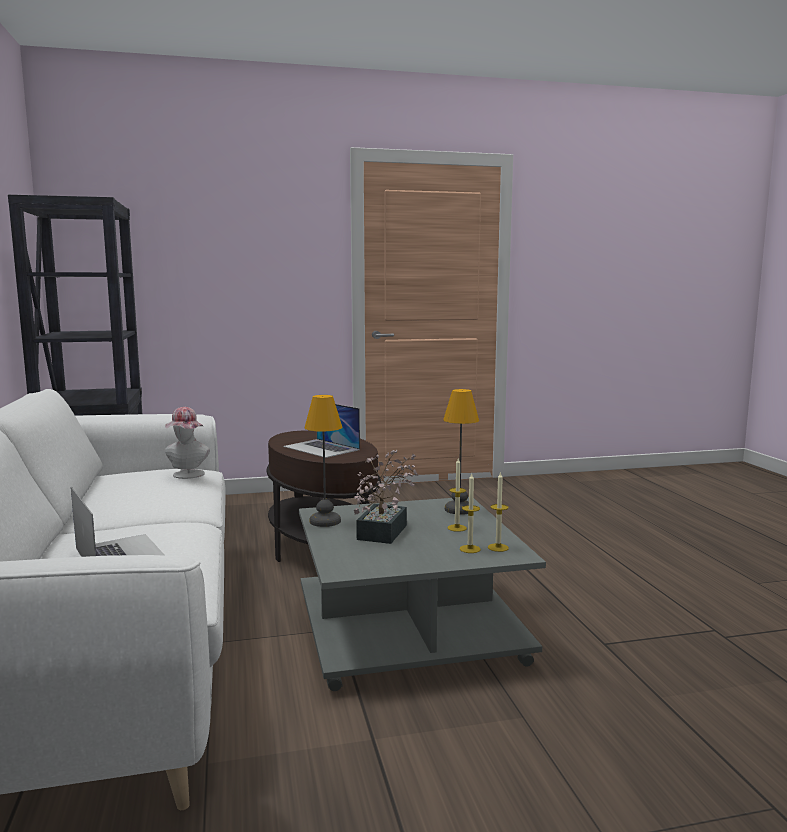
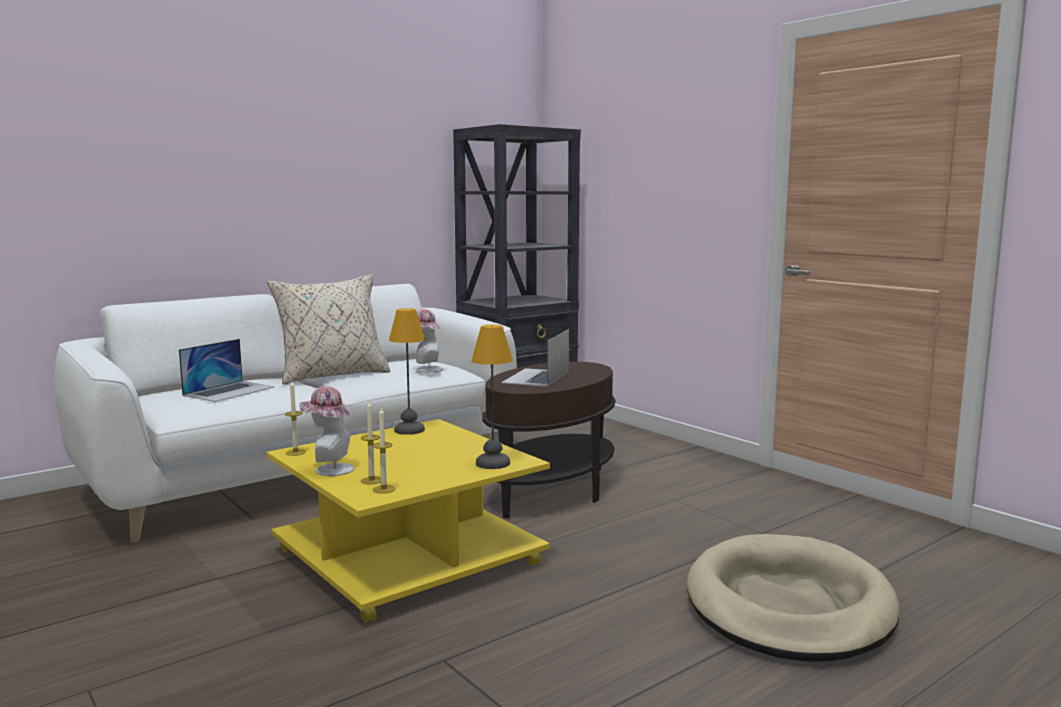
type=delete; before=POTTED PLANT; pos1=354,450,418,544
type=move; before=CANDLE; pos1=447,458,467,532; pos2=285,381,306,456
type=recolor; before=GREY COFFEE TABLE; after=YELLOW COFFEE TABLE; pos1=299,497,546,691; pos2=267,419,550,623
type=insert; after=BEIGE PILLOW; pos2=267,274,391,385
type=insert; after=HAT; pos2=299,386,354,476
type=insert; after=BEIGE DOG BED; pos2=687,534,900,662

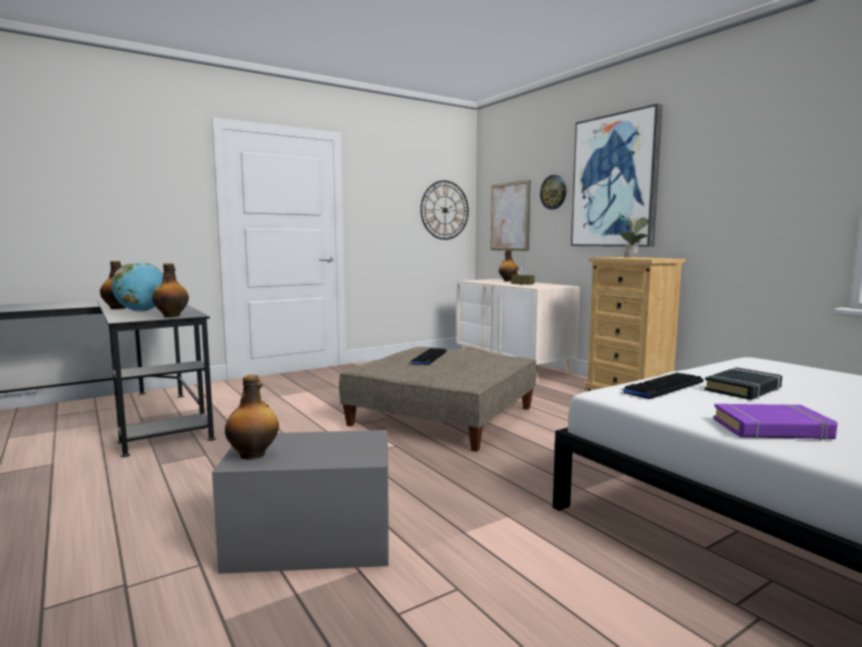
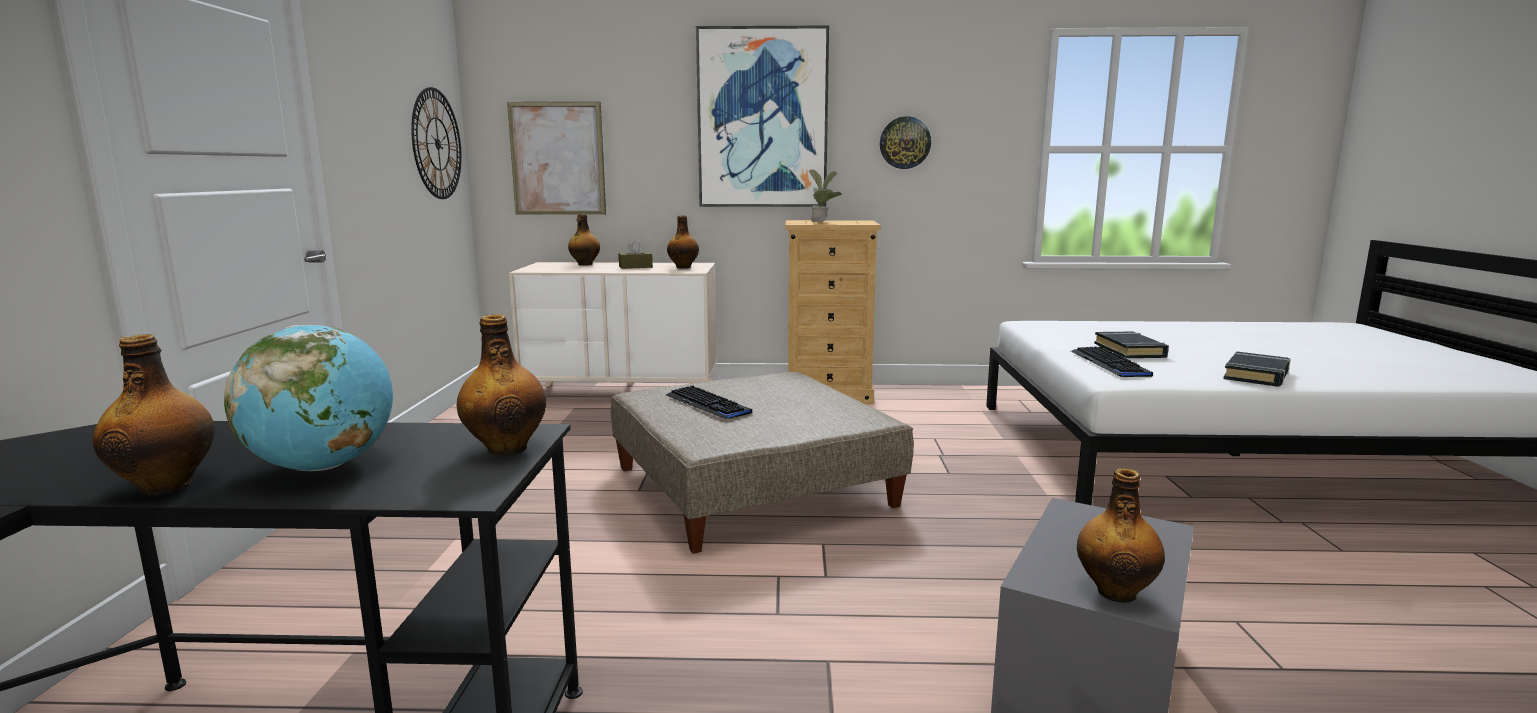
type=move; before=WALL CLOCK; pos1=540,175,567,210; pos2=880,116,931,169
type=recolor; before=PURPLE BOOK; after=BLACK BOOK; pos1=713,404,838,440; pos2=1223,352,1291,387
type=insert; after=BOTTLE; pos2=667,216,699,269

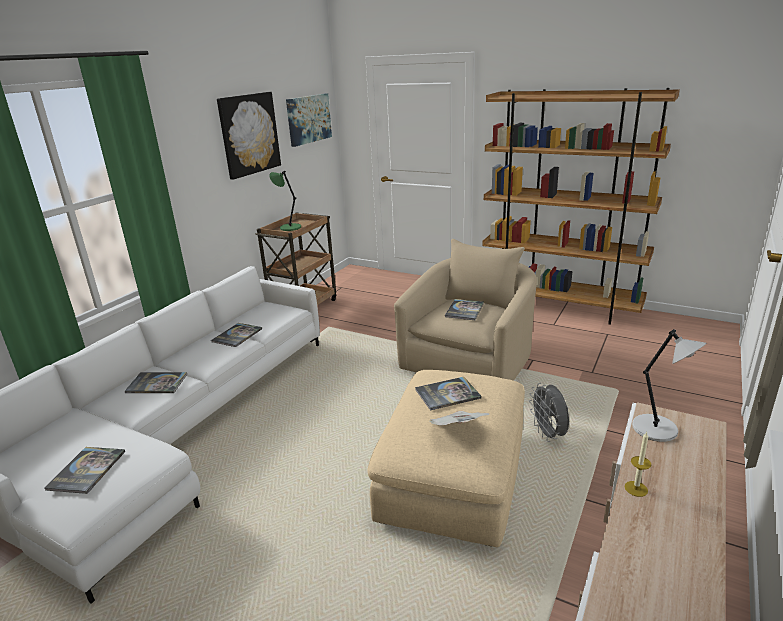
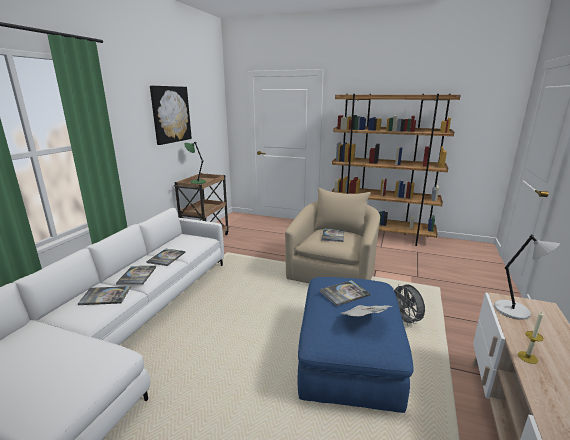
type=delete; before=PICTURE; pos1=286,93,332,147
type=recolor; before=BEIGE OTTOMAN; after=BLUE OTTOMAN; pos1=367,370,525,547; pos2=298,277,414,413
type=move; before=BOOK; pos1=44,447,125,494; pos2=116,266,156,285

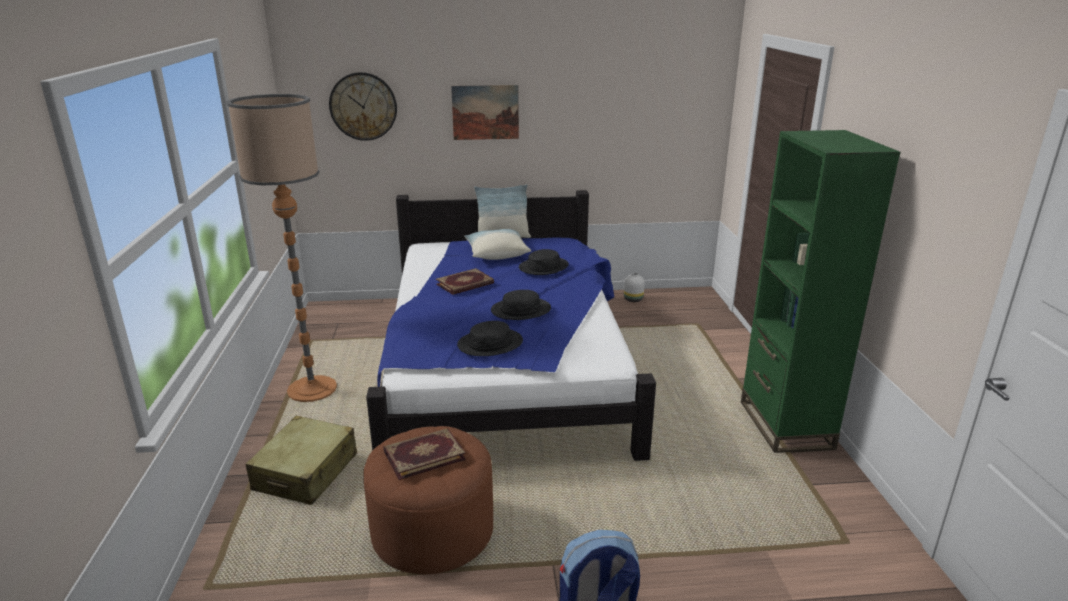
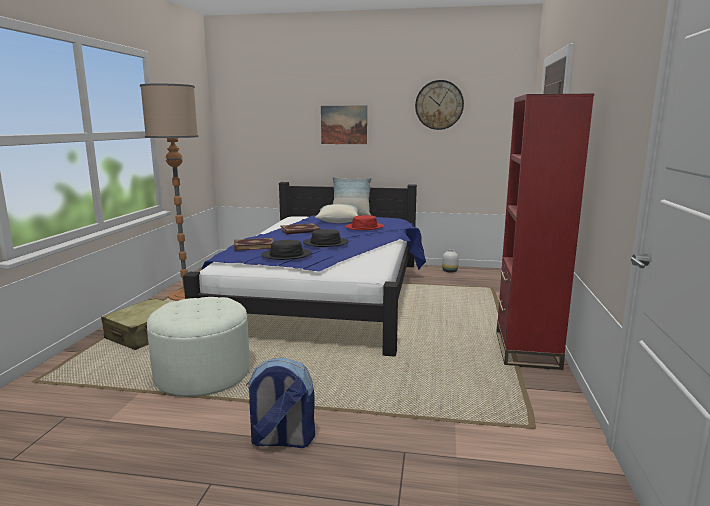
type=move; before=WALL CLOCK; pos1=329,72,397,141; pos2=415,80,464,130
type=recolor; before=GREEN BOOKCASE; after=RED BOOKCASE; pos1=741,130,901,453; pos2=496,94,594,370
type=recolor; before=BLACK HAT; after=RED HAT; pos1=519,249,569,275; pos2=345,215,384,230
type=recolor; before=BROWN OTTOMAN; after=WHITE OTTOMAN; pos1=363,426,493,575; pos2=147,297,250,397
type=move; before=BOOK; pos1=384,428,466,480; pos2=234,238,274,251

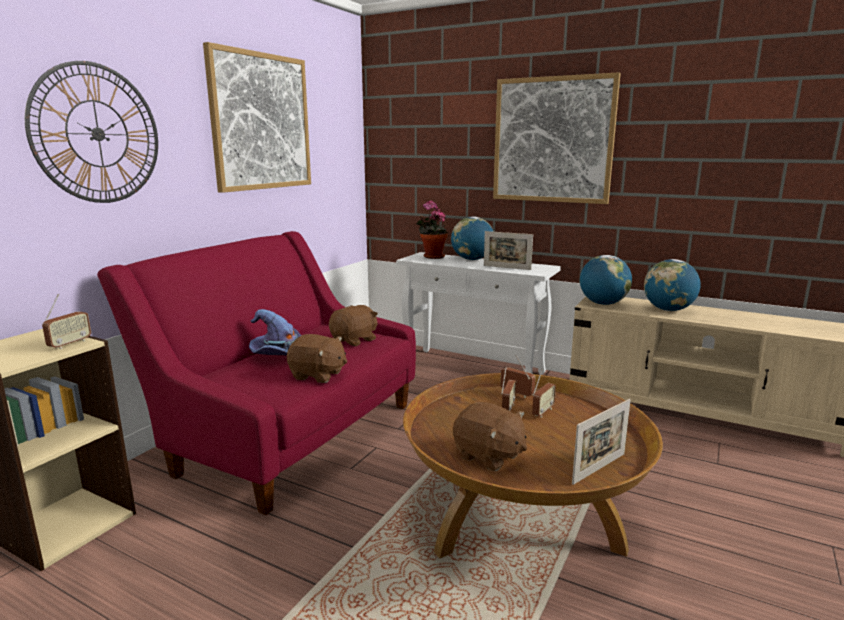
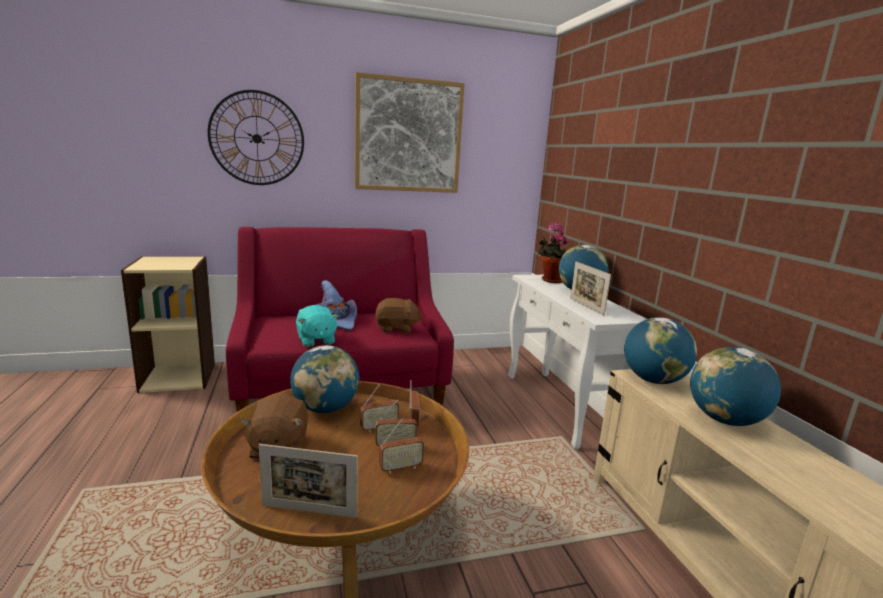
type=delete; before=PICTURE; pos1=493,72,621,204
type=move; before=RADIO; pos1=42,294,91,349; pos2=379,419,424,474
type=recolor; before=BROWN PLUSH TOY; after=TURQUOISE PLUSH TOY; pos1=287,334,347,383; pos2=296,305,339,347
type=insert; after=GLOBE; pos2=290,345,359,413

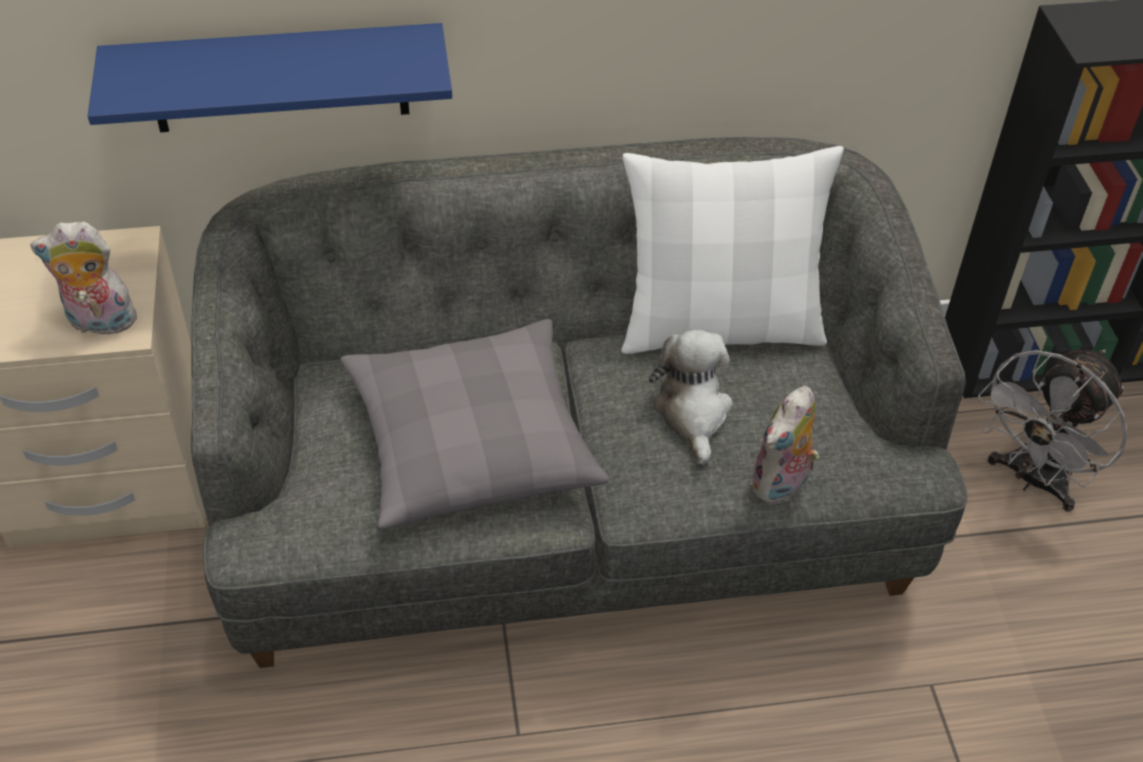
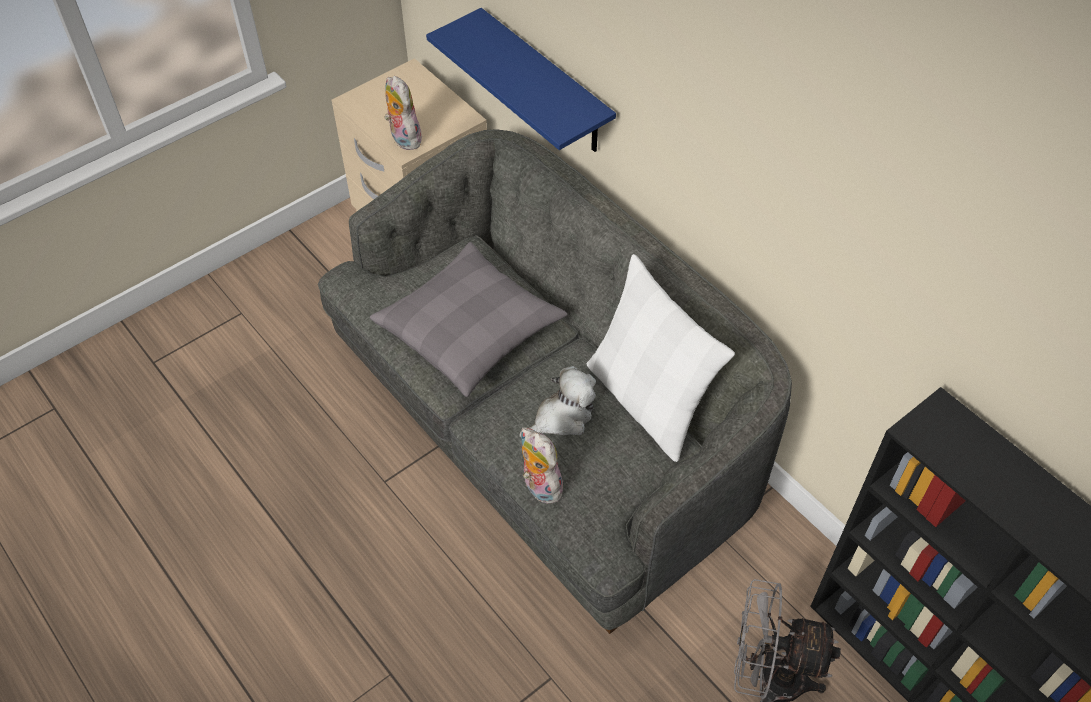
type=rotate; before=PLUSH TOY; pos1=750,386,819,505; pos2=521,427,563,504; turn=45

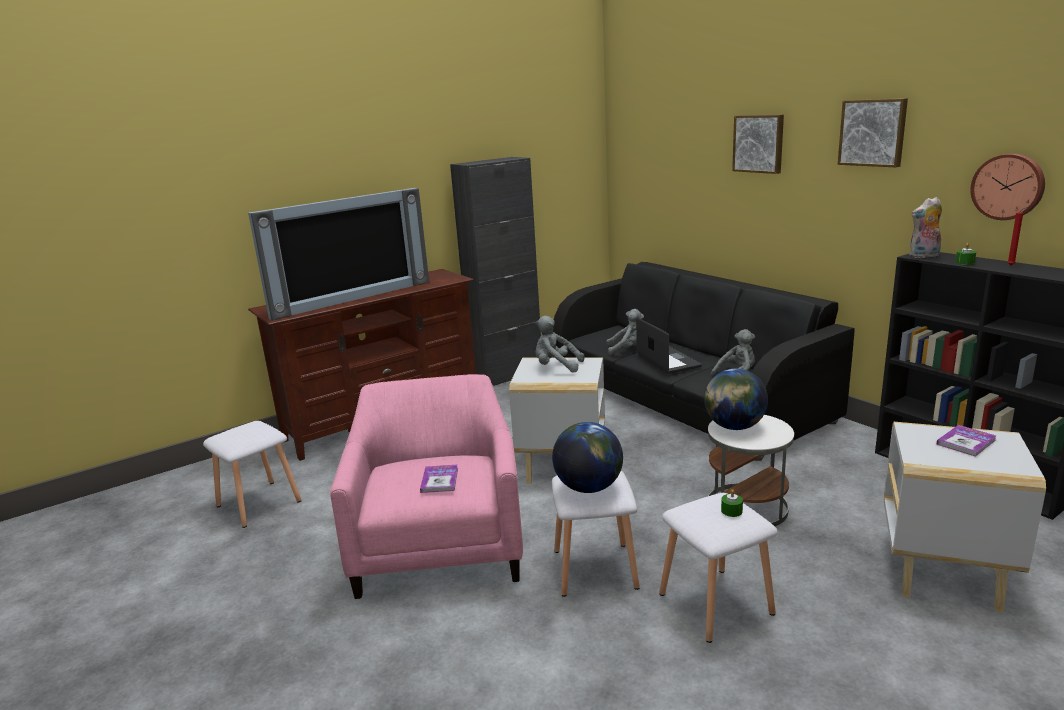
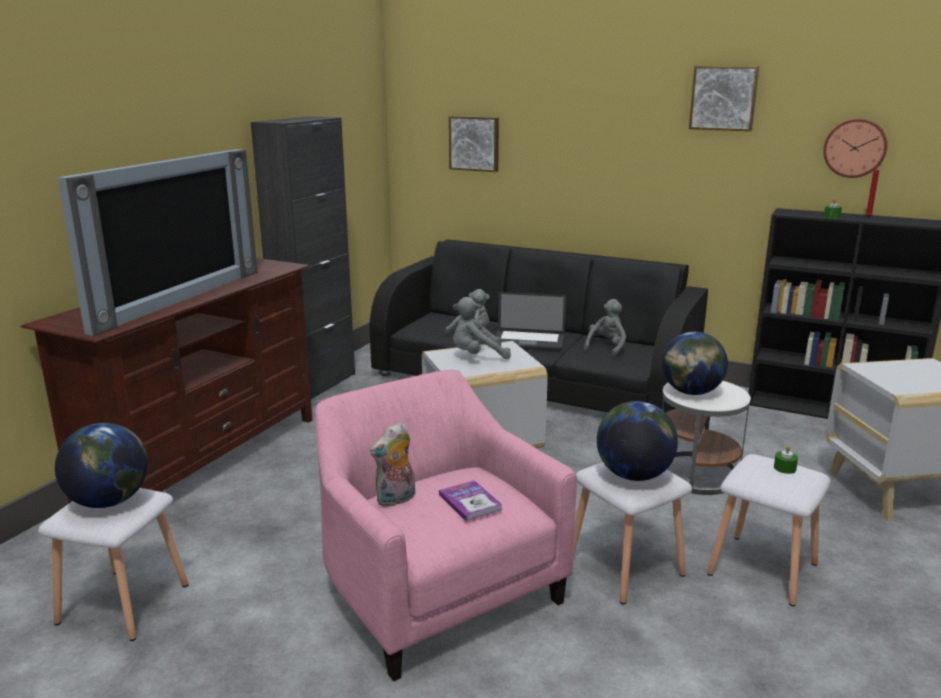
type=move; before=PICTURE; pos1=732,115,784,174; pos2=449,116,499,172
type=move; before=PLUSH TOY; pos1=910,197,942,258; pos2=370,422,415,507
type=rotate; before=LAPTOP; pos1=636,317,702,374; pos2=496,292,567,351; turn=150
type=delete; before=BOOK; pos1=936,425,996,457
type=insert; after=GLOBE; pos2=55,423,148,508

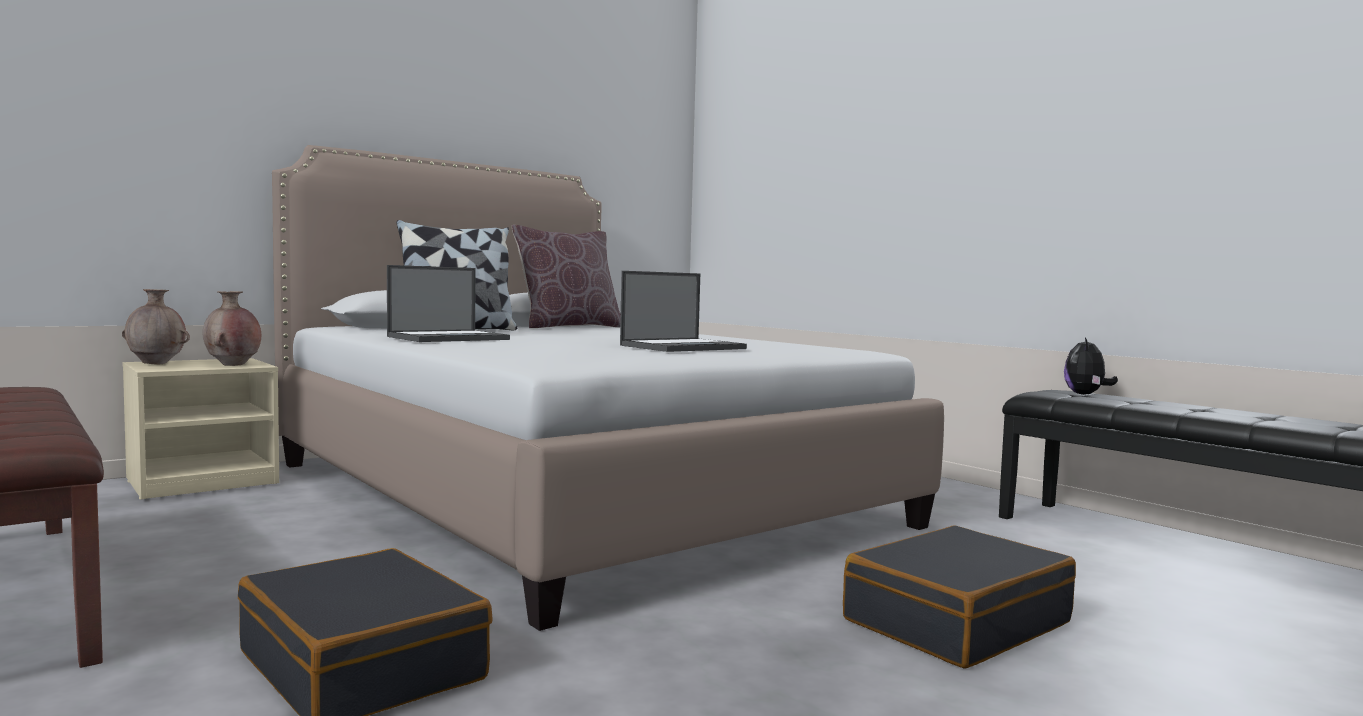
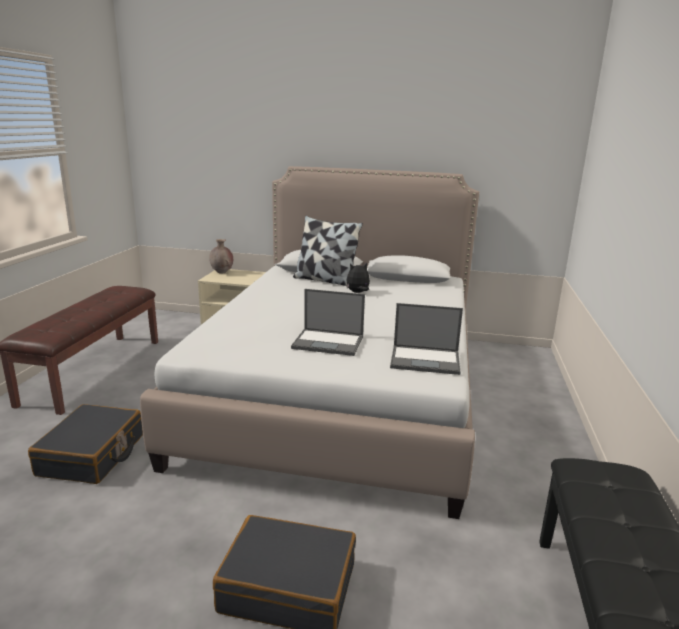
type=delete; before=BROWN PILLOW; pos1=512,225,621,328
type=move; before=LAPTOP; pos1=387,265,510,342; pos2=390,303,463,375
type=delete; before=BROWN VASE; pos1=202,291,261,366
type=move; before=PLUSH TOY; pos1=1064,337,1118,395; pos2=346,263,370,293

